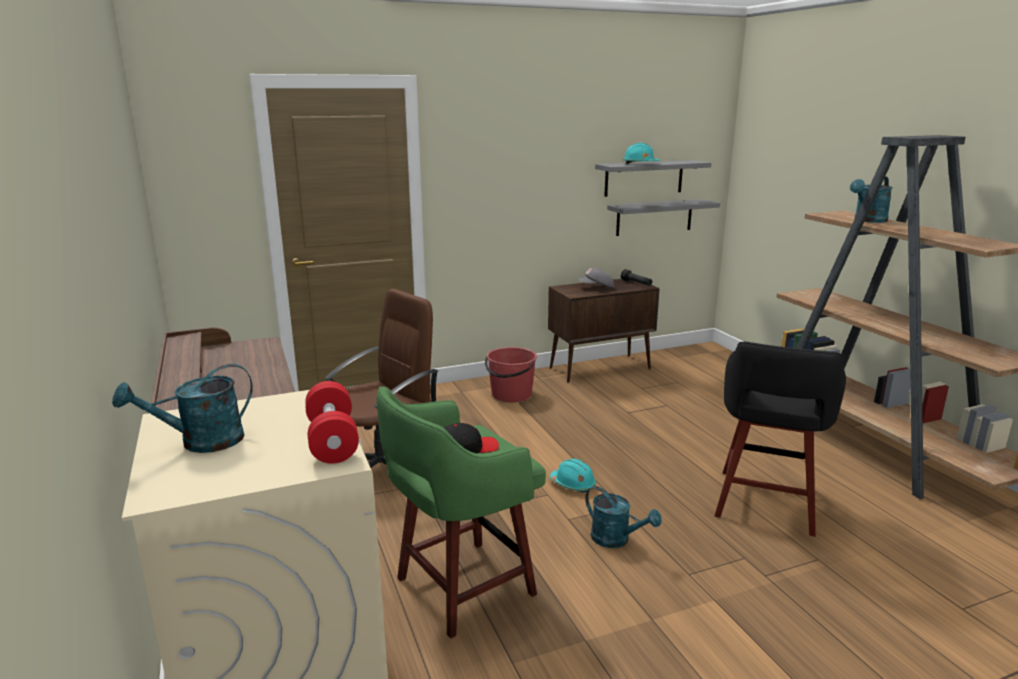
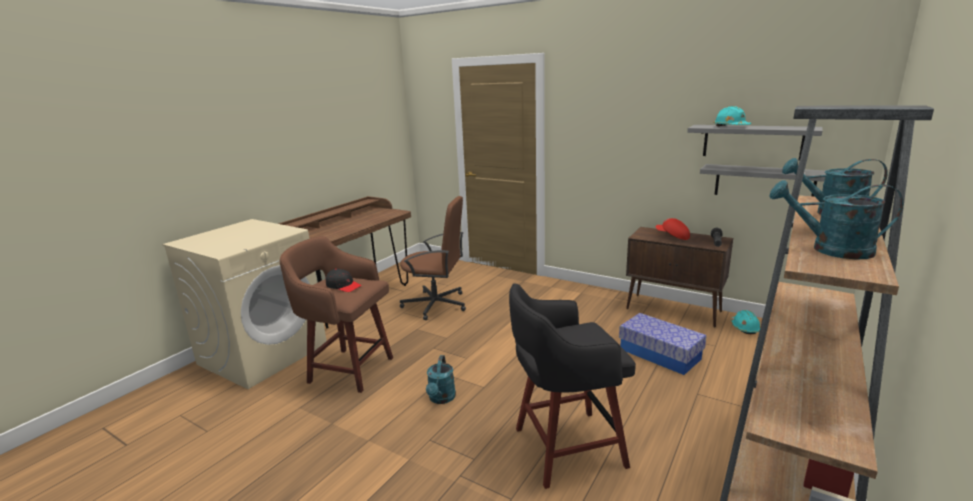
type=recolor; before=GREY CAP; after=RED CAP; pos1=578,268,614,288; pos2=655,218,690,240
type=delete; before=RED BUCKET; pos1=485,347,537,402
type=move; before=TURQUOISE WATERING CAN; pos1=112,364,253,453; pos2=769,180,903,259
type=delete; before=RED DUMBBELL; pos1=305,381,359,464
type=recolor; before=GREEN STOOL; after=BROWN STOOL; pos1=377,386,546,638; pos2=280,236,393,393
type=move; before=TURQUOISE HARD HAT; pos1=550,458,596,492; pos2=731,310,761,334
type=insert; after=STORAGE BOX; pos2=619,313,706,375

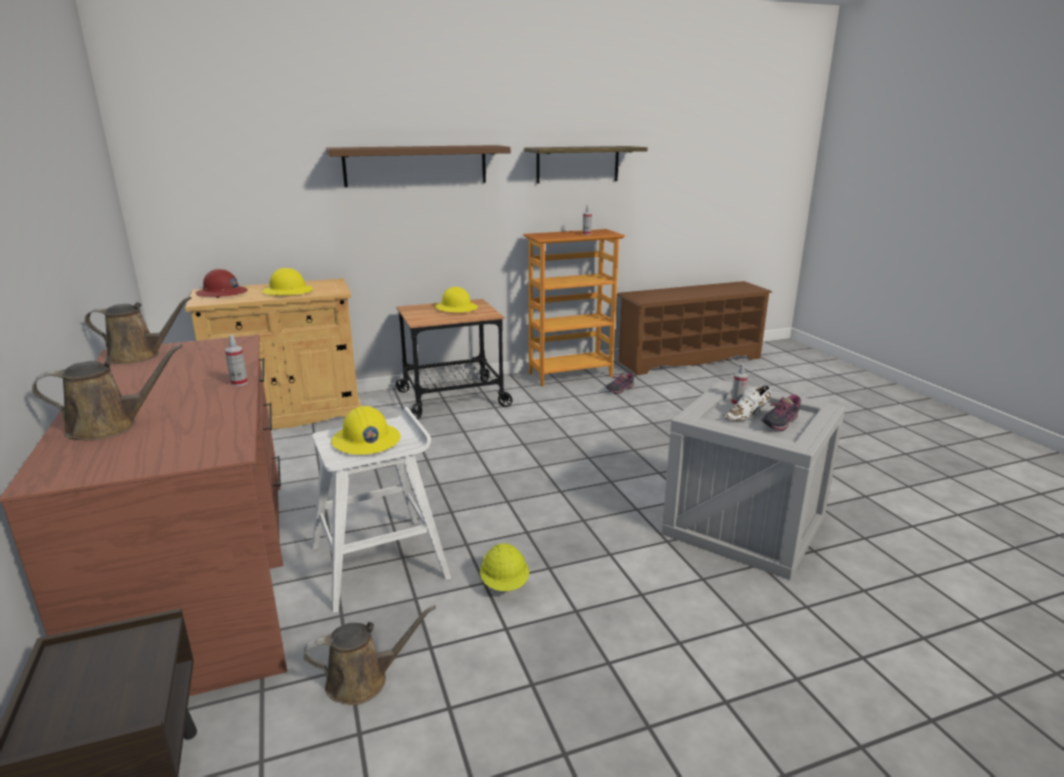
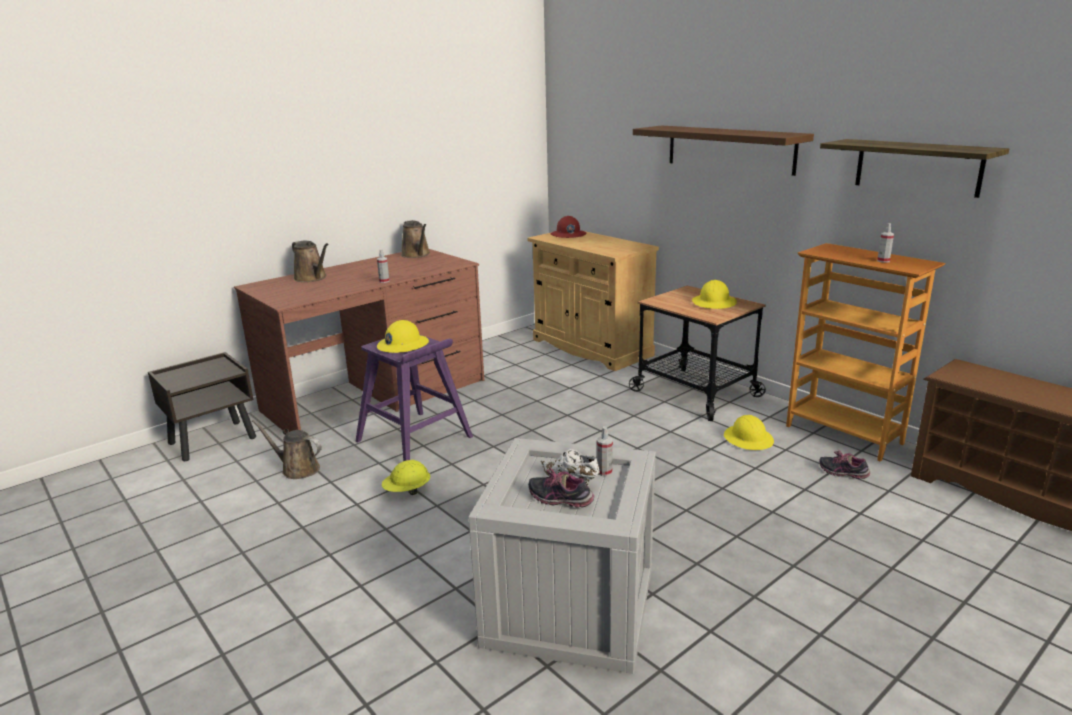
type=move; before=YELLOW HARD HAT; pos1=262,268,314,296; pos2=724,415,774,450
type=recolor; before=WHITE STOOL; after=PURPLE STOOL; pos1=312,407,451,613; pos2=355,334,473,461
type=rotate; before=BROWN WATERING CAN; pos1=304,605,436,705; pos2=252,420,322,479; turn=150

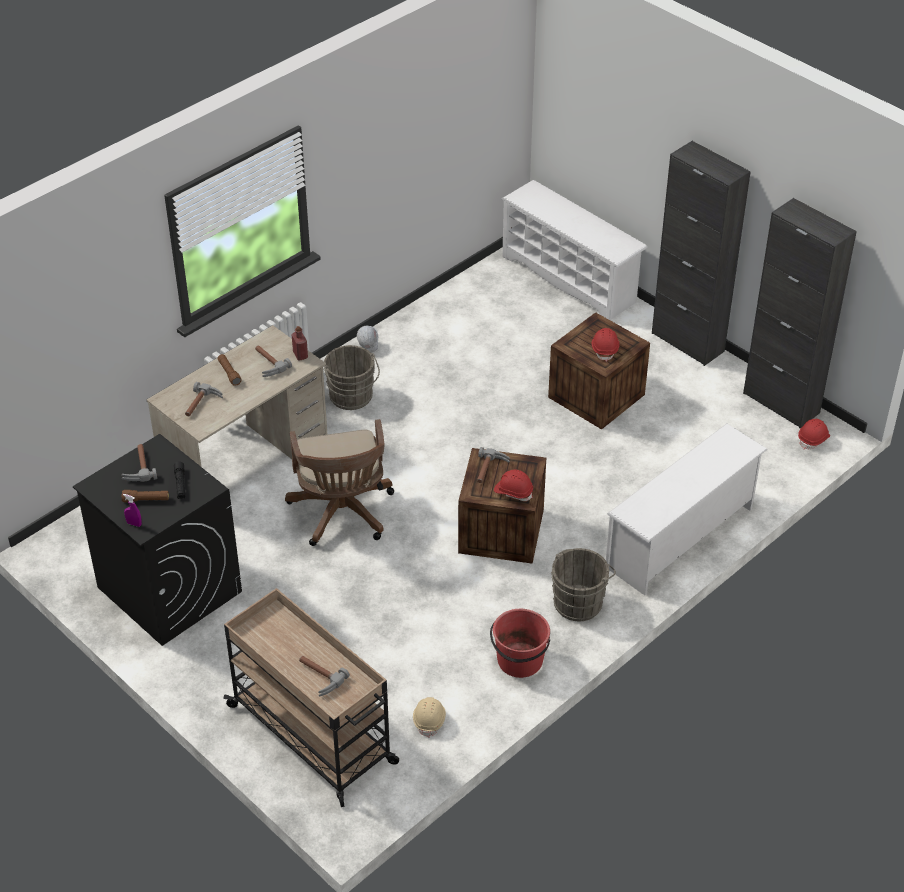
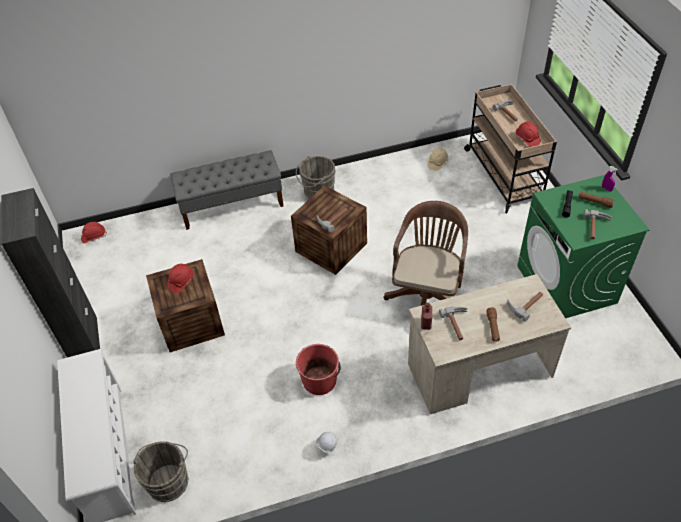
type=delete; before=BLACK CABINET; pos1=743,198,857,428
type=move; before=GREY BUCKET; pos1=324,345,380,410; pos2=133,441,189,502
type=replace; before=WHITE SHOE RACK; after=GREY BENCH; pos1=606,423,768,595; pos2=170,150,284,230
type=recolor; before=BLACK WASHING MACHINE; after=GREEN WASHING MACHINE; pos1=73,434,242,646; pos2=517,175,649,318
type=move; before=RED HARD HAT; pos1=494,470,533,501; pos2=516,122,541,147
type=move; before=RED BUCKET; pos1=490,609,550,678; pos2=296,344,341,395

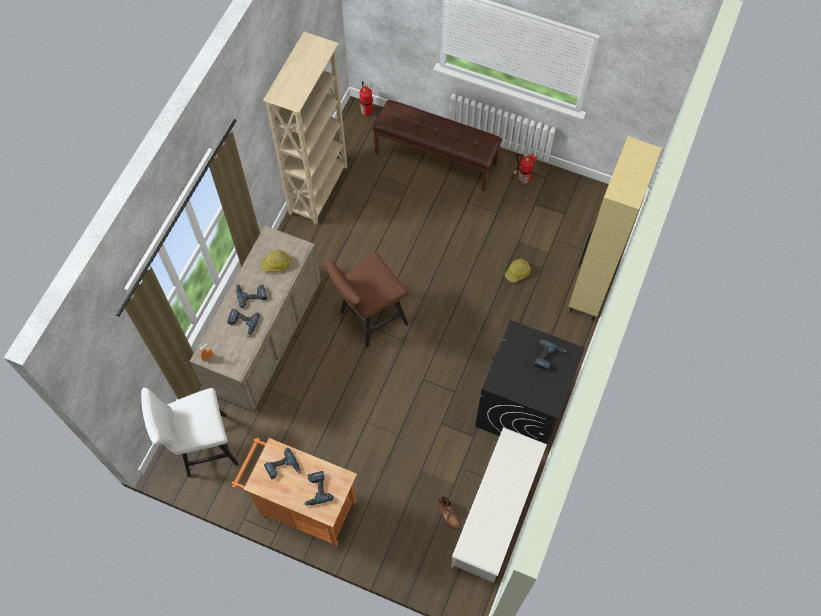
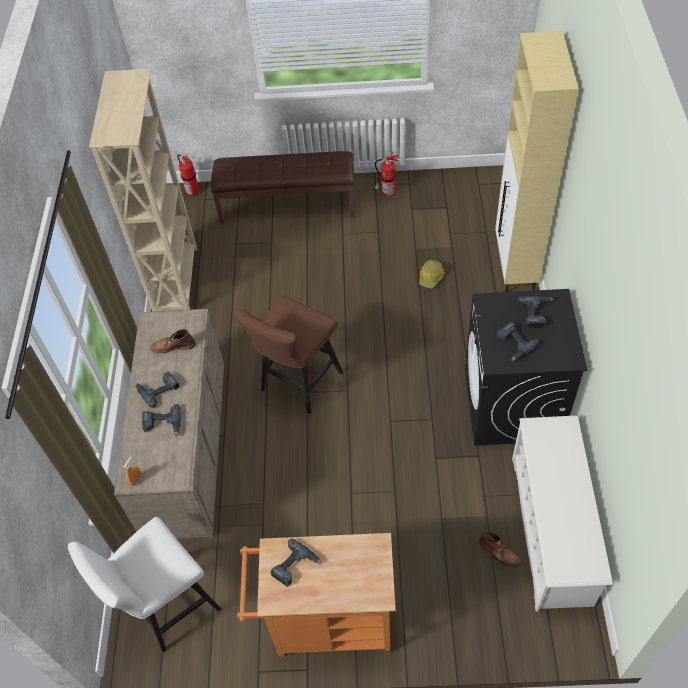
type=replace; before=HARD HAT; after=BROWN BOOT; pos1=260,250,291,272; pos2=150,329,196,353
type=move; before=POWER DRILL; pos1=303,471,334,505; pos2=497,322,539,361

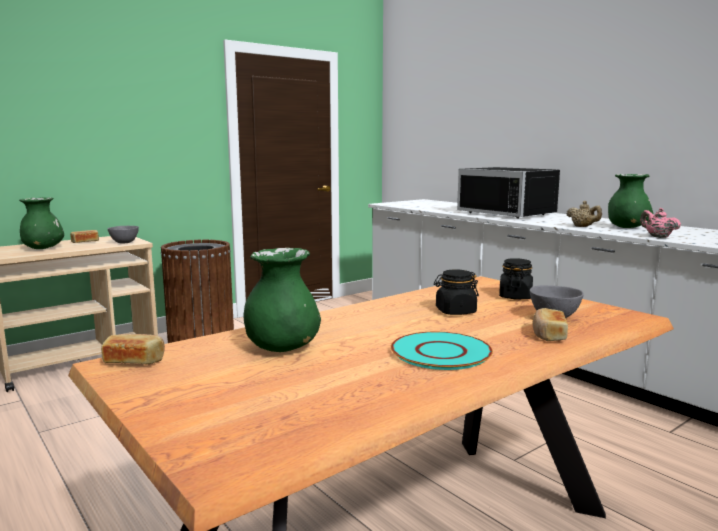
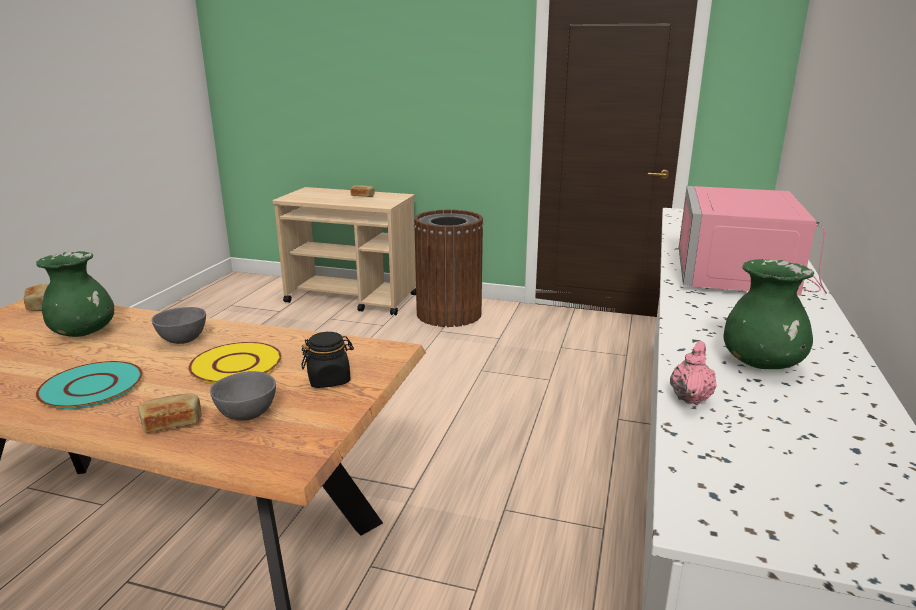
type=recolor; before=BLACK MICROWAVE; after=PINK MICROWAVE; pos1=457,167,560,219; pos2=679,186,827,296
type=delete; before=GREEN VASE; pos1=19,197,64,249
type=delete; before=BEIGE TEAPOT; pos1=566,201,602,227
type=move; before=GREY BOWL; pos1=108,226,139,244; pos2=152,307,206,344
type=replace; before=BLACK JAR; after=YELLOW PLATE; pos1=434,270,479,315; pos2=188,342,282,384

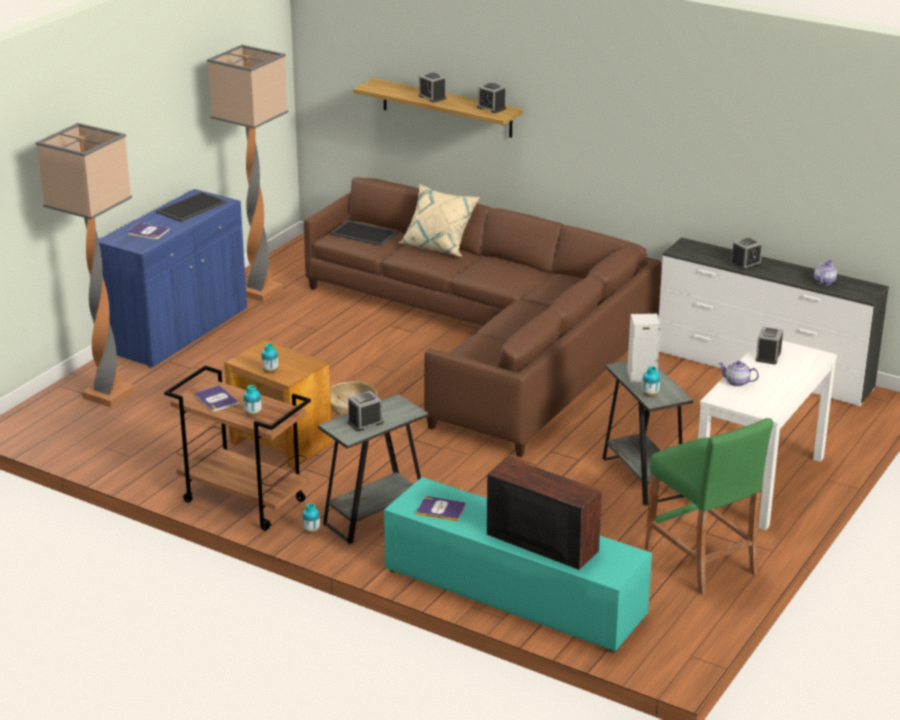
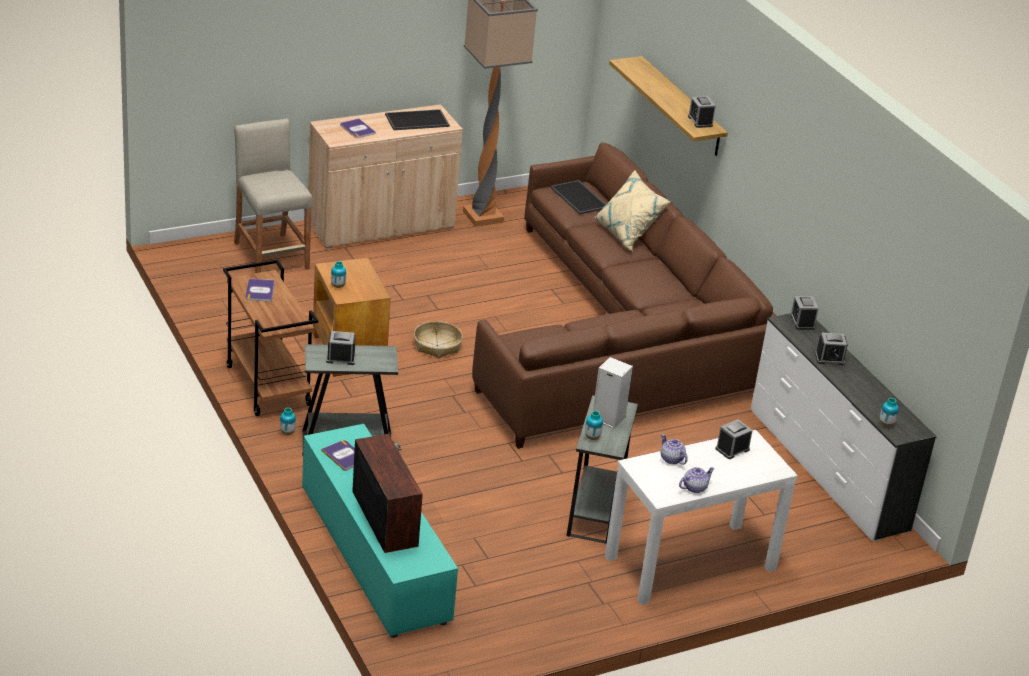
type=move; before=ALARM CLOCK; pos1=418,72,446,103; pos2=790,296,819,330
type=replace; before=FLOOR LAMP; after=BEIGE STOOL; pos1=36,123,135,407; pos2=234,119,313,273
type=recolor; before=BLUE CABINET; after=BEIGE CABINET; pos1=98,189,247,369; pos2=308,104,463,248
type=move; before=TEAPOT; pos1=814,260,837,285; pos2=679,467,715,493
type=move; before=VASE; pos1=243,385,262,417; pos2=880,398,898,427
type=delete; before=GREEN STOOL; pos1=645,418,773,595

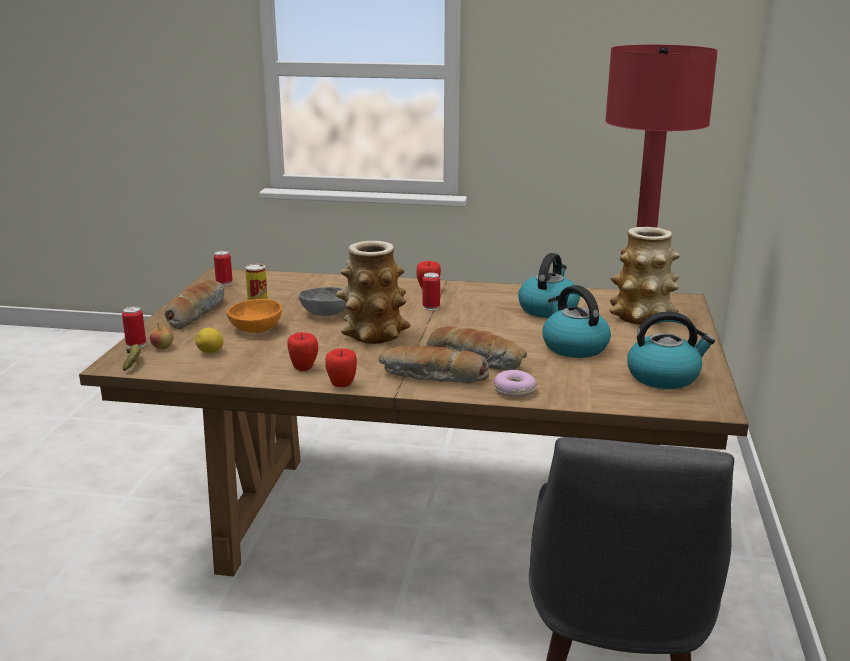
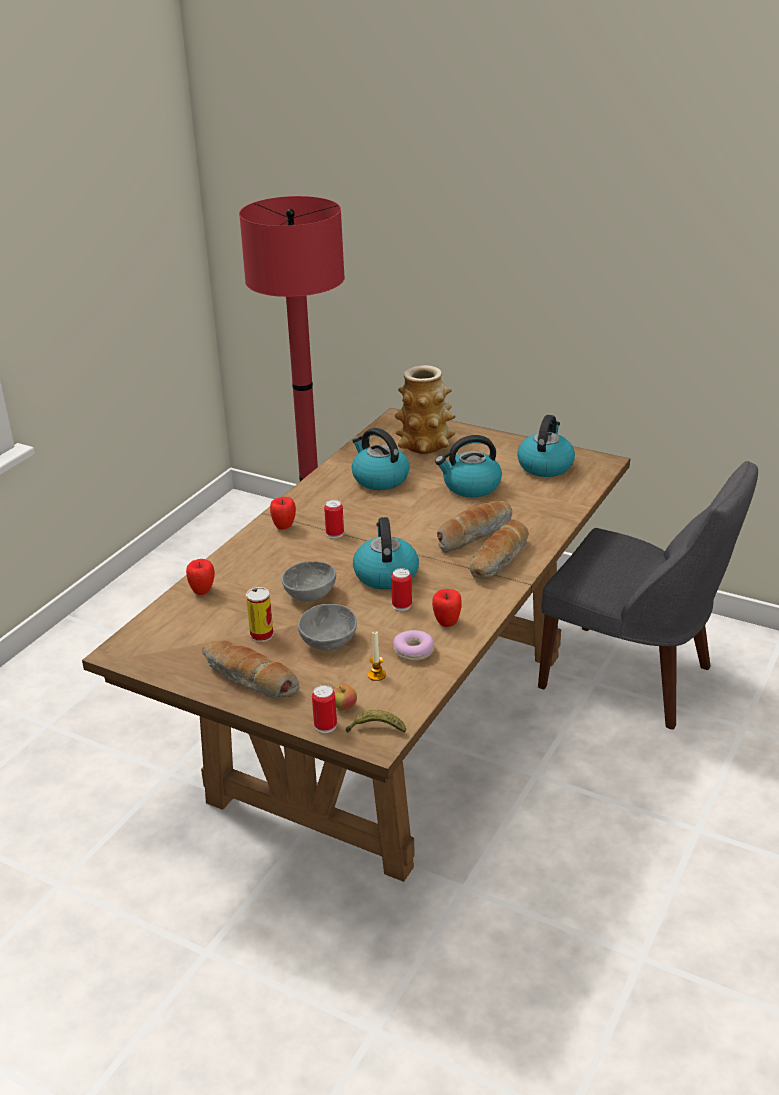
type=replace; before=VASE; after=KETTLE; pos1=336,241,410,344; pos2=353,517,419,590
type=move; before=CAN; pos1=214,251,233,286; pos2=391,568,412,611
type=recolor; before=ORANGE BOWL; after=GREY BOWL; pos1=227,299,282,333; pos2=298,604,357,650
type=replace; before=LEMON; after=CANDLE; pos1=196,328,224,353; pos2=368,631,386,681
type=move; before=APPLE; pos1=325,348,357,387; pos2=186,559,215,595
type=move; before=DONUT; pos1=494,370,537,397; pos2=393,630,434,661

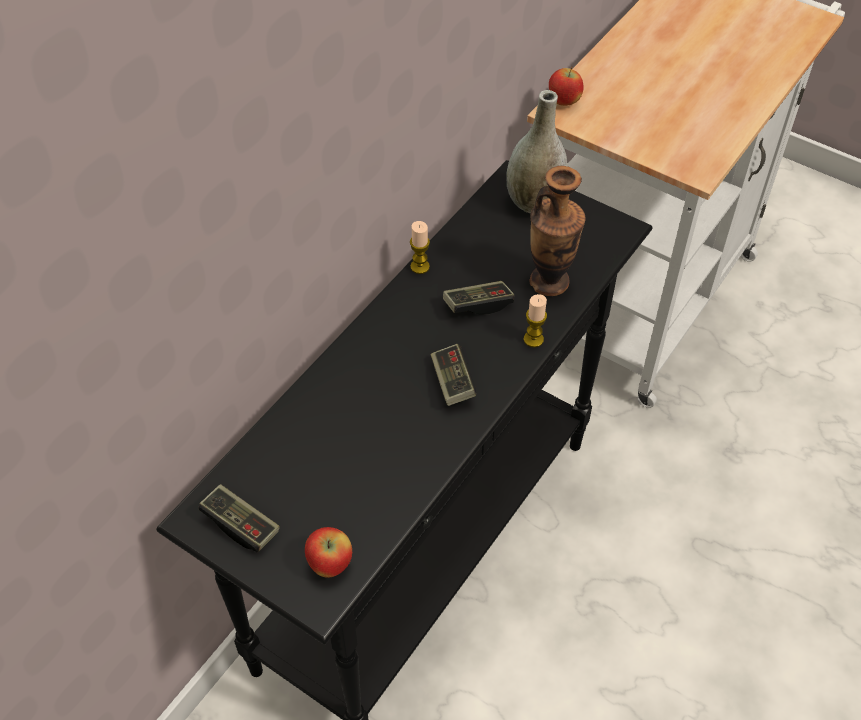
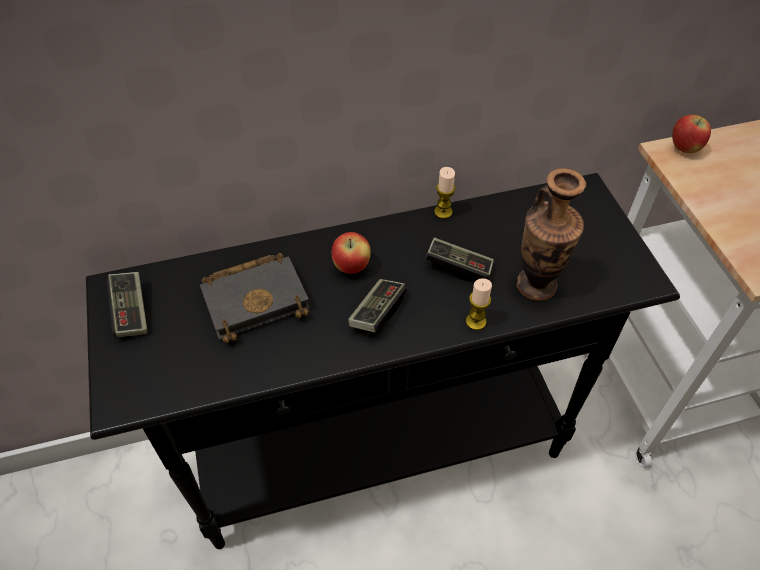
type=delete; before=GREY VASE; pos1=506,90,568,213
type=move; before=APPLE; pos1=305,527,352,578; pos2=332,232,371,274
type=insert; after=BLACK BOOK; pos2=200,253,310,343

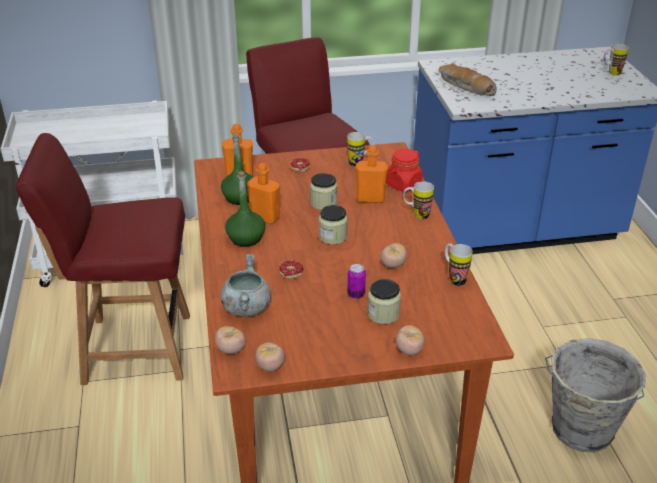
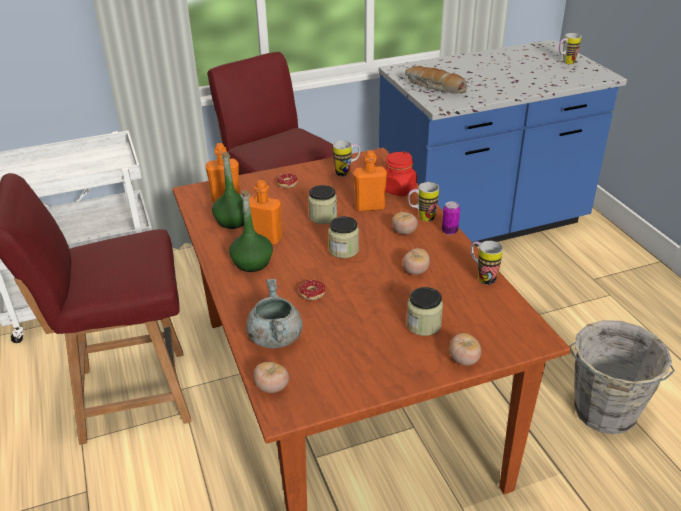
type=move; before=CAN; pos1=348,264,366,299; pos2=442,201,460,235
type=move; before=TOMATO; pos1=255,342,285,371; pos2=392,212,418,234

